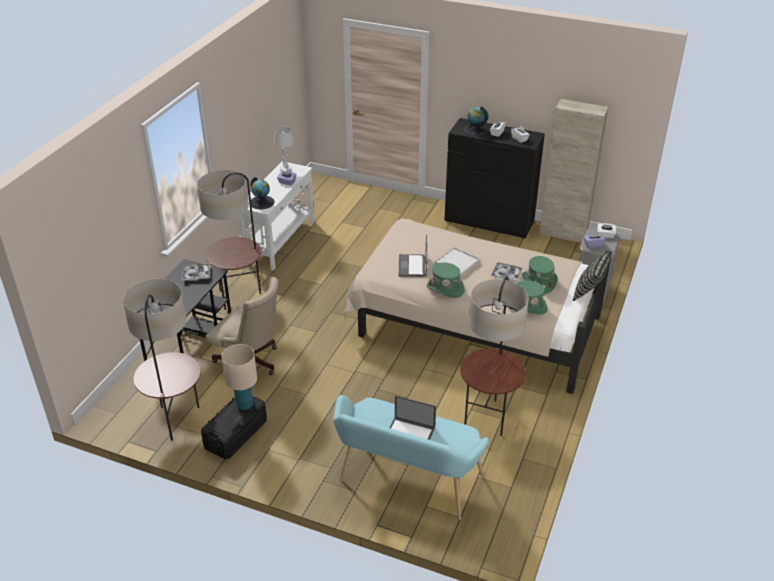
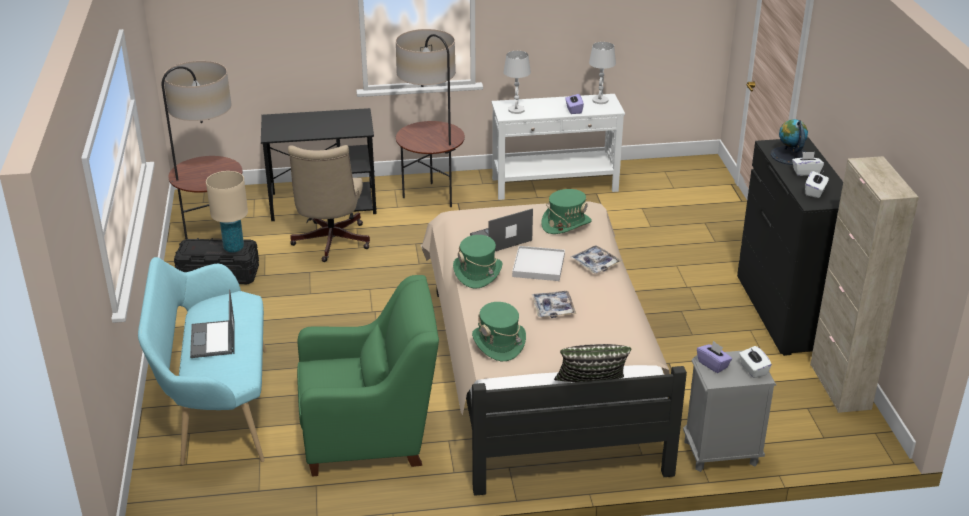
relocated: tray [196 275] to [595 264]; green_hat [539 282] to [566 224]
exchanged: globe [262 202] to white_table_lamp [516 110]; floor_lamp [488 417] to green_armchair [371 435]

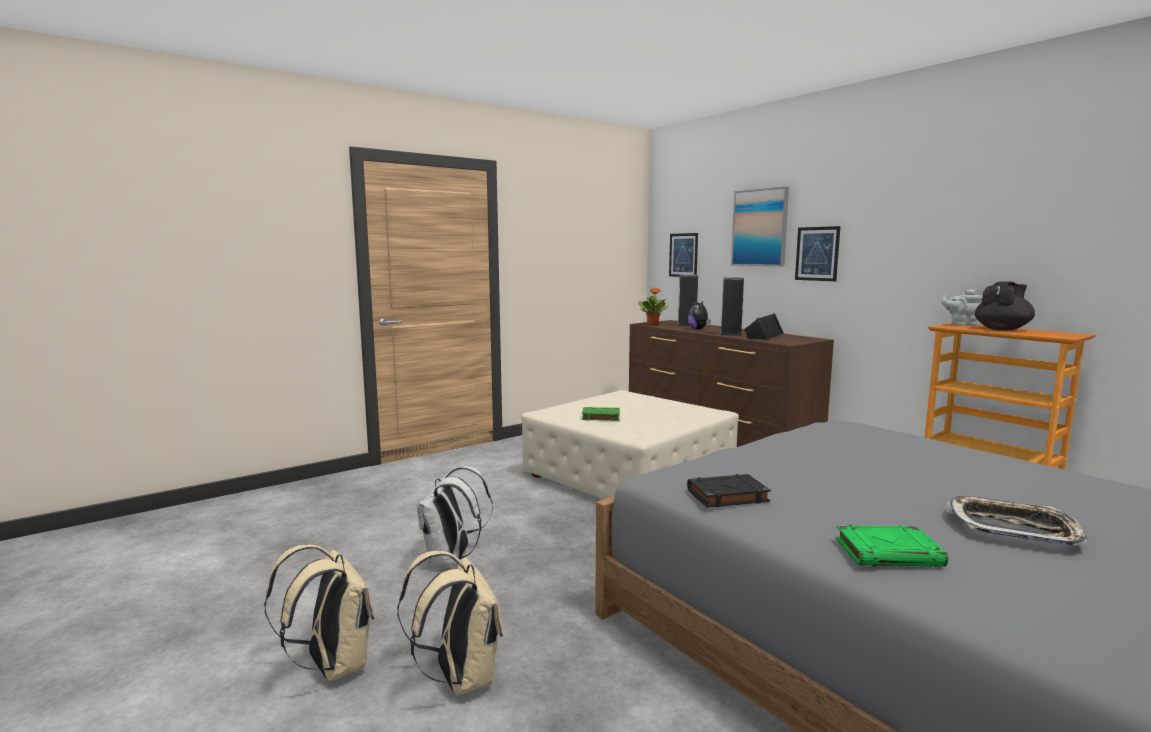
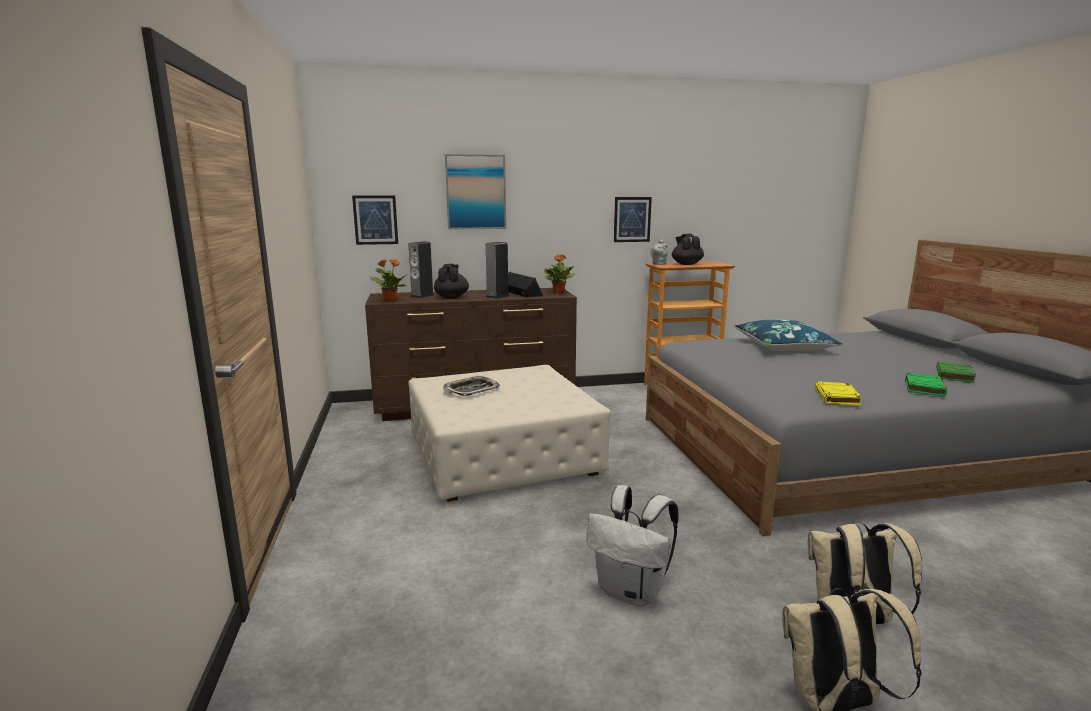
appeared: potted_plant [559 292]; blue_pillow [784 346]
relocated: green_book [600 417] to [954 375]; picture [817 253] to [632 219]; tray [1013 528] to [471 390]
exchanged: plush_toy [698 329] to black_teapot [451 297]
colour: black_book [726 496] to yellow_book [837 397]

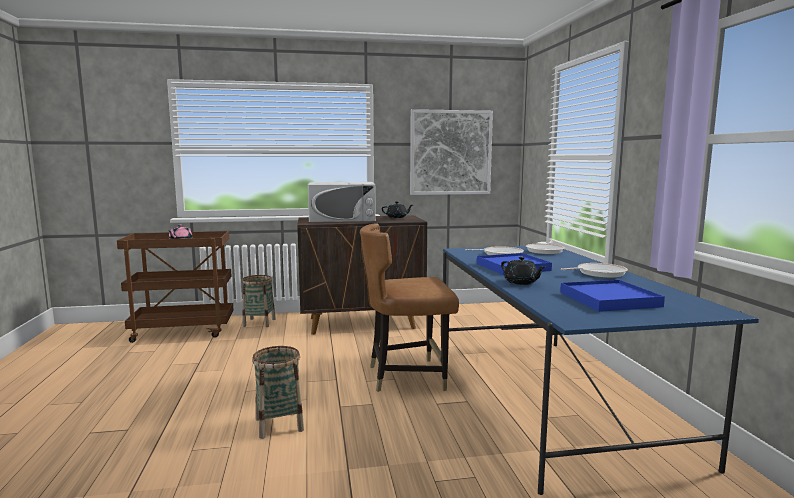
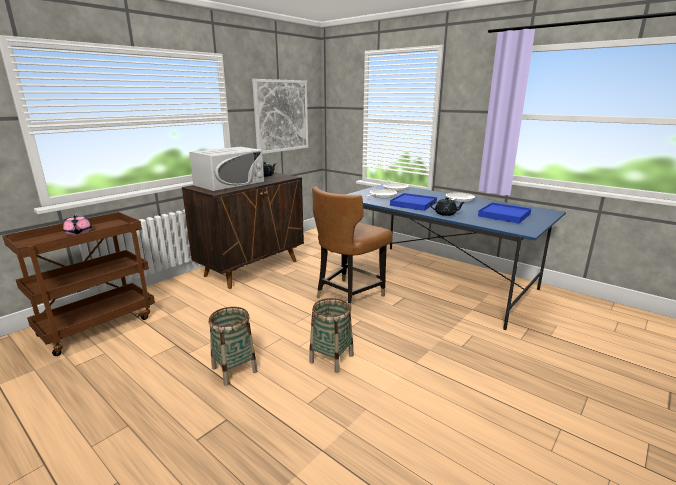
relocated: basket [259 323] to [234 369]

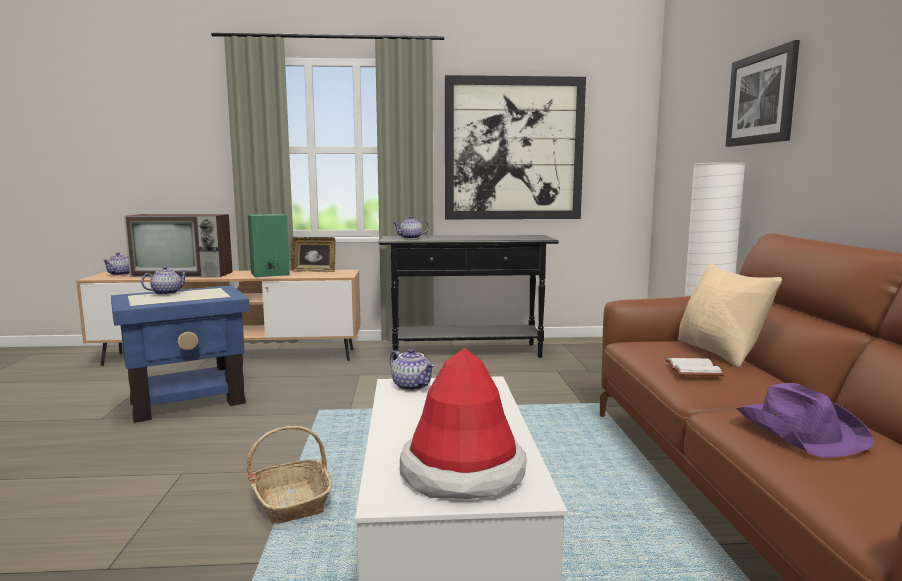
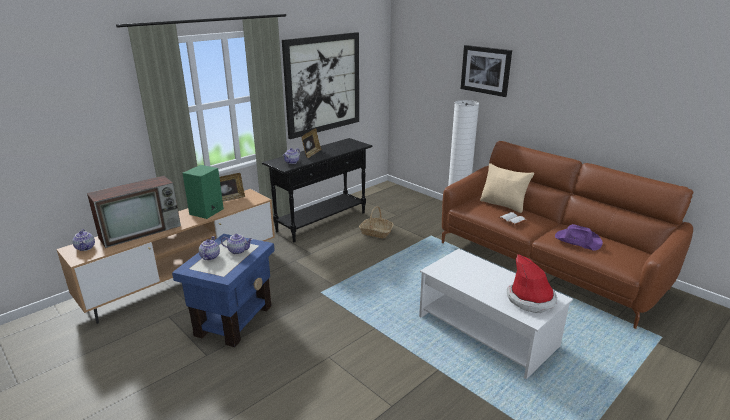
appeared: picture_frame [311 154]
relocated: basket [291 502] to [376 232]; teapot [412 386] to [238 250]

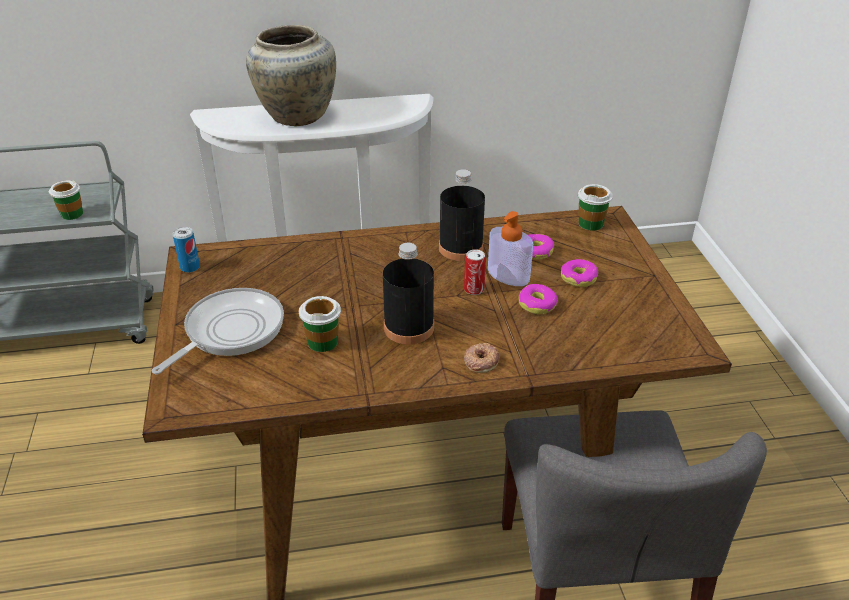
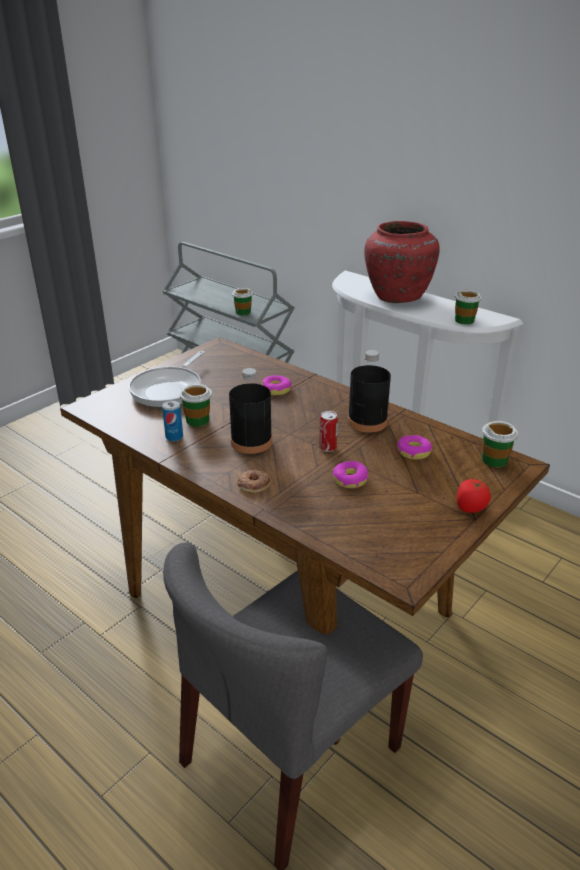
missing: soap_dispenser [508 275]
appeared: cup [464 320]; tomato [470 507]
relocated: can [190 267] to [174 437]; donut [578 278] to [276 389]
colour: beige_vase [296 115] to red_vase [397 296]
spun: frying_pan [230 331] = [169 389] 120 degrees clockwise

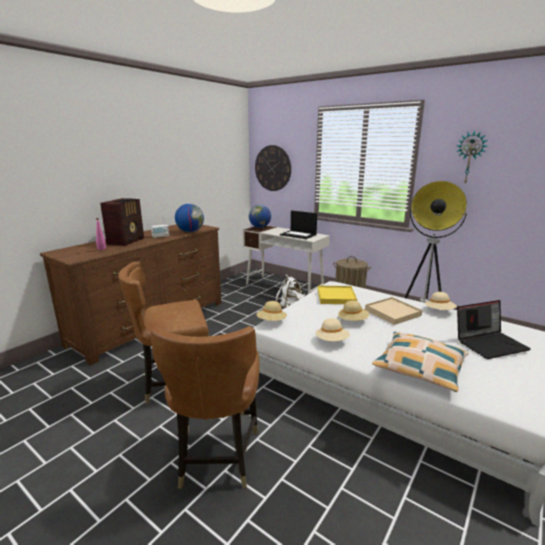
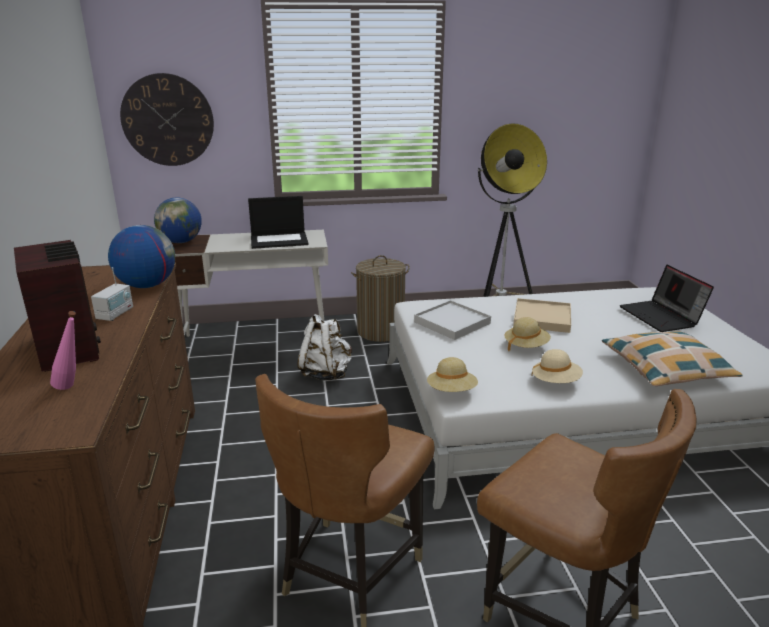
missing: beige_hat [439 311]; wall_clock [470 157]
colour: yellow_tray [336 297] to white_tray [452 323]
spun: laptop [489 343] = [662 317] 135 degrees clockwise

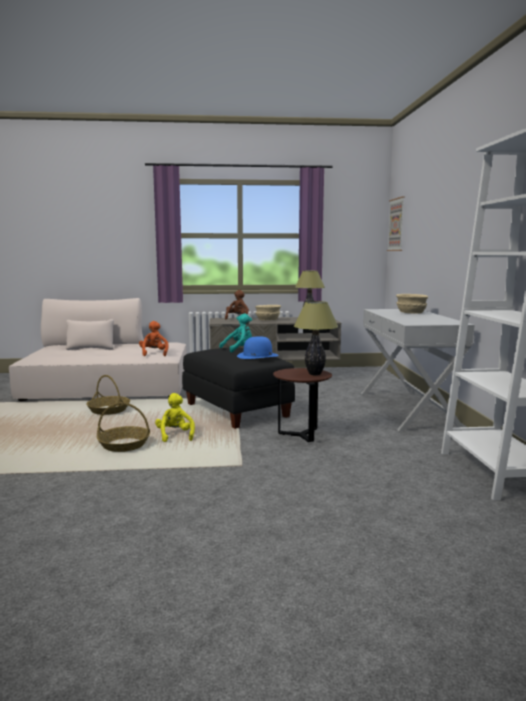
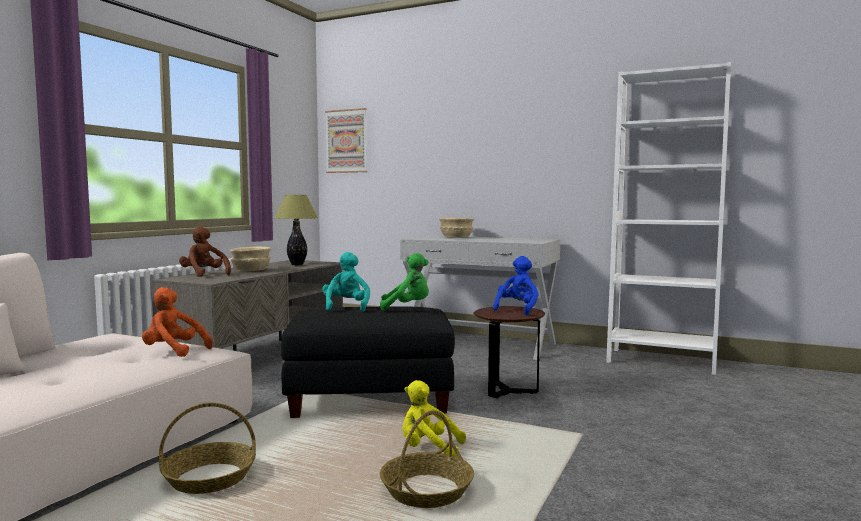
exchanged: blue_hat [257 355] to green_plush_toy [407 307]; table_lamp [315 374] to blue_plush_toy [517 309]

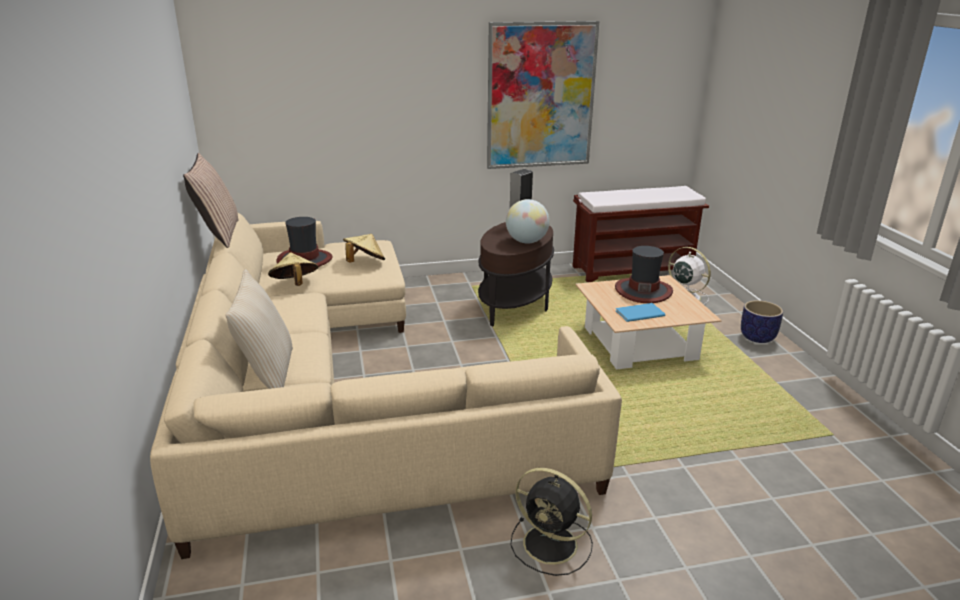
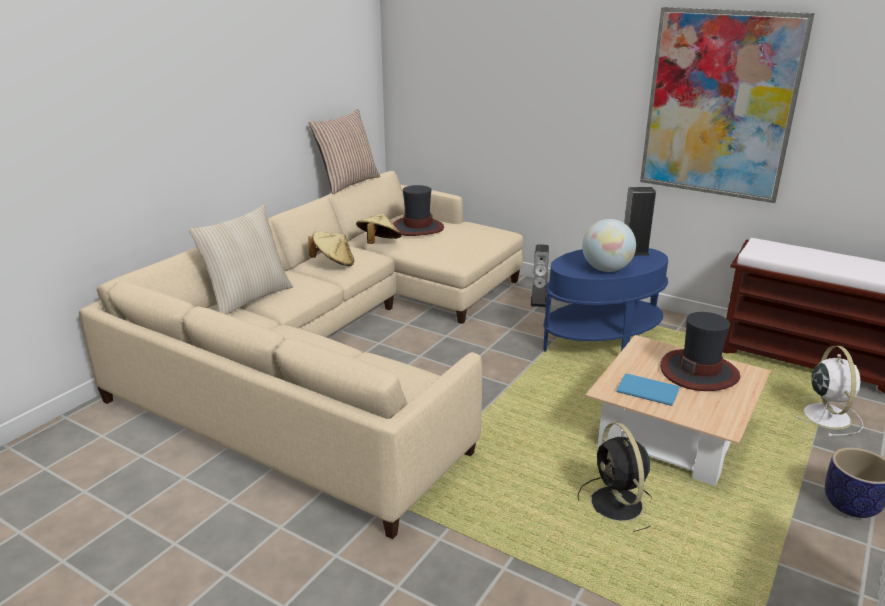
appeared: speaker [538 301]
relocated: beige_hat [364 263] to [334 263]; black_fan [552 545] to [617 506]
colour: brown_side_table [515 305] to blue_side_table [601 342]

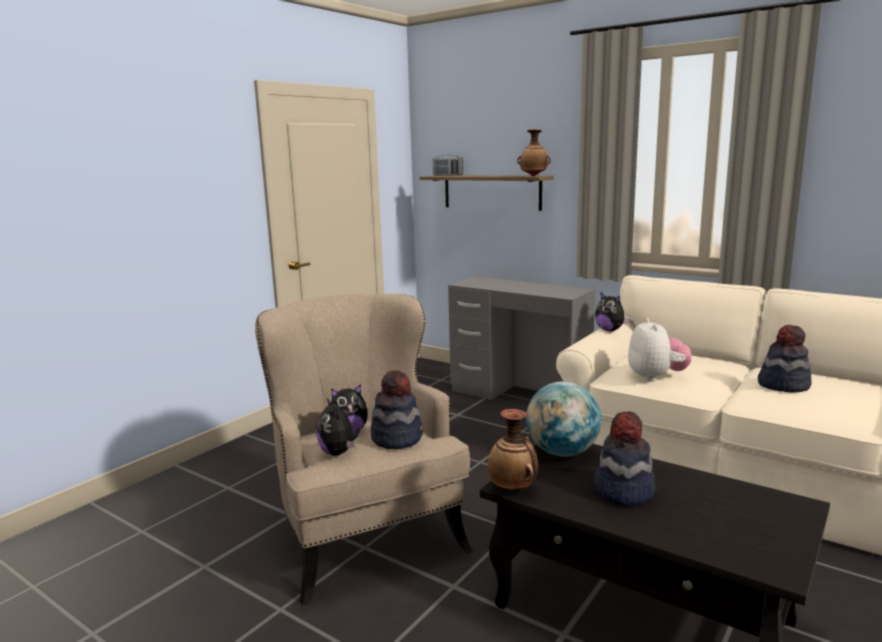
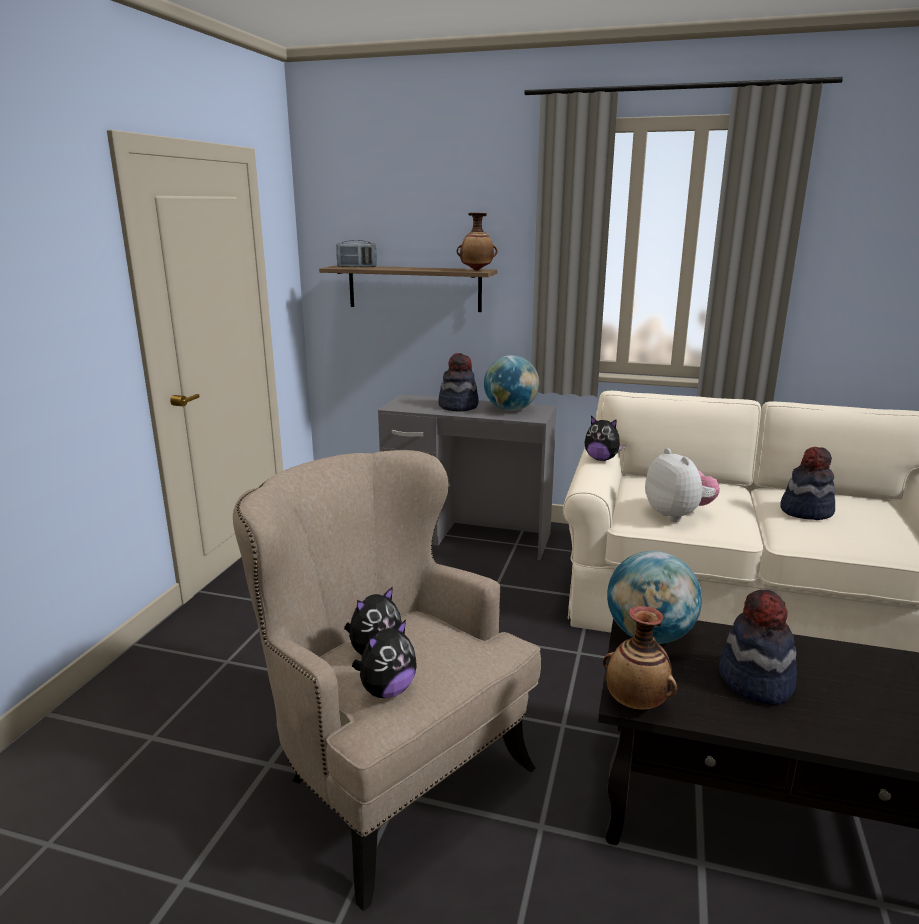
appeared: globe [510 410]
relocated: hat [397 438] to [458 406]
spun: plush_toy [338 452] = [387 690] 90 degrees counterclockwise

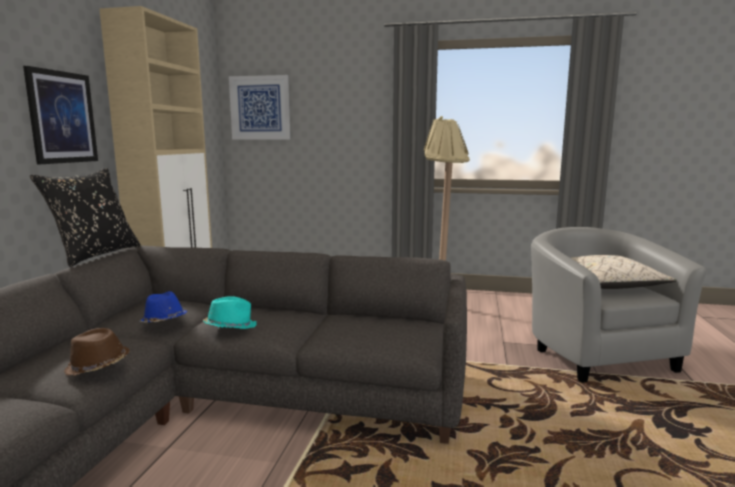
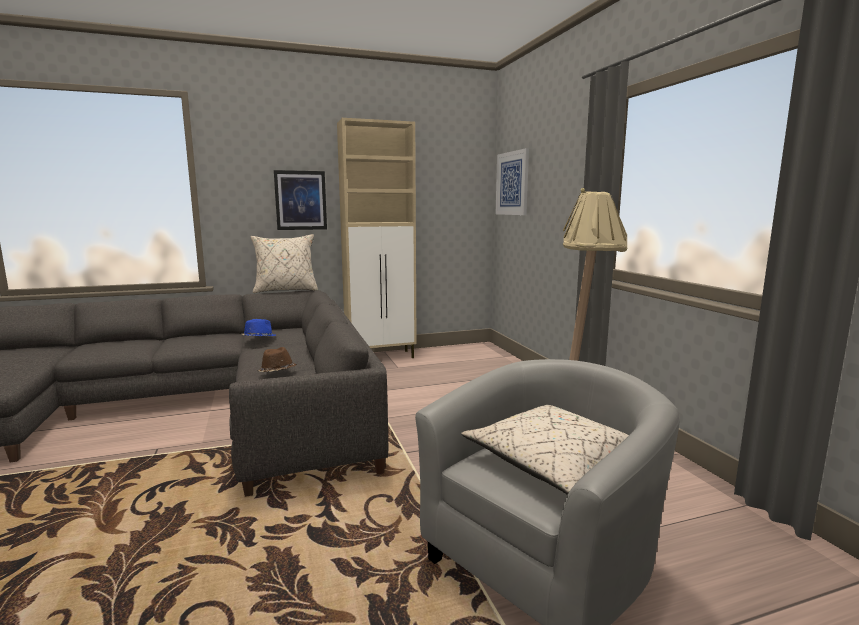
missing: turquoise_hat [230 327]
relocated: brown_hat [97 366] to [277 372]
colour: black_pillow [95 255] to beige_pillow [286 290]

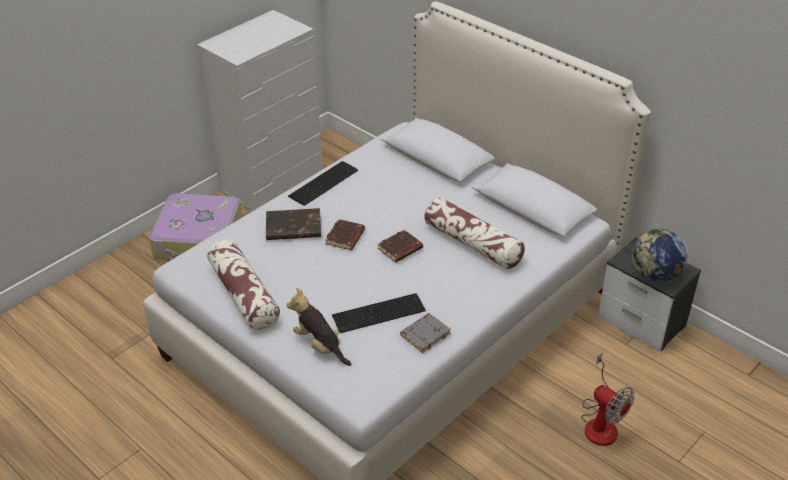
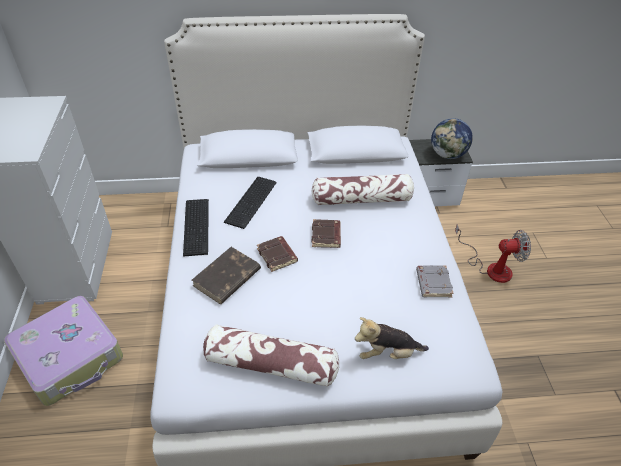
relocated: keyboard [380 314] to [252 201]

